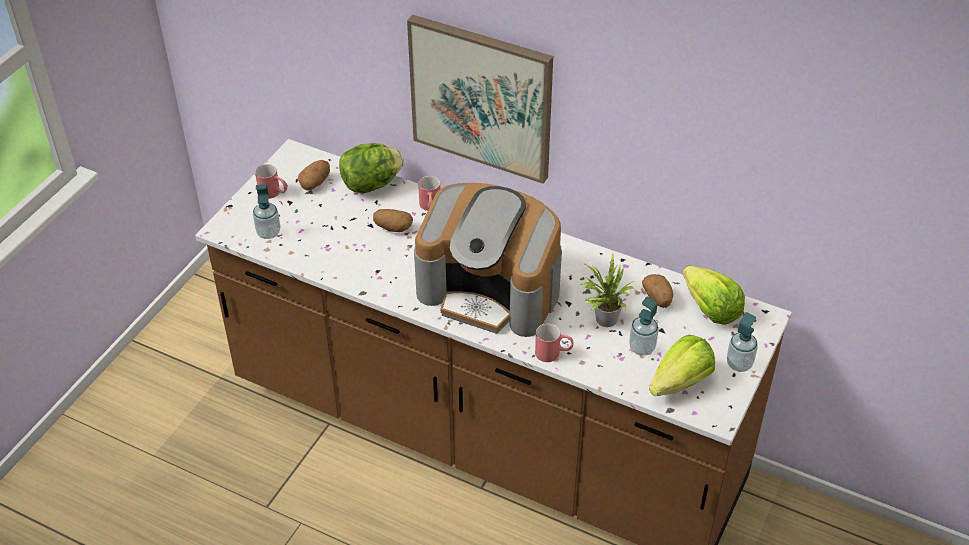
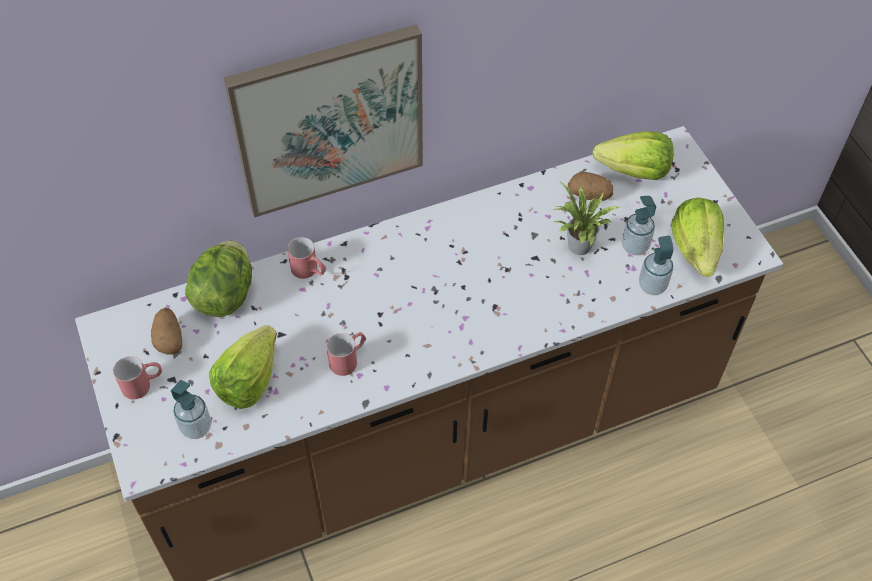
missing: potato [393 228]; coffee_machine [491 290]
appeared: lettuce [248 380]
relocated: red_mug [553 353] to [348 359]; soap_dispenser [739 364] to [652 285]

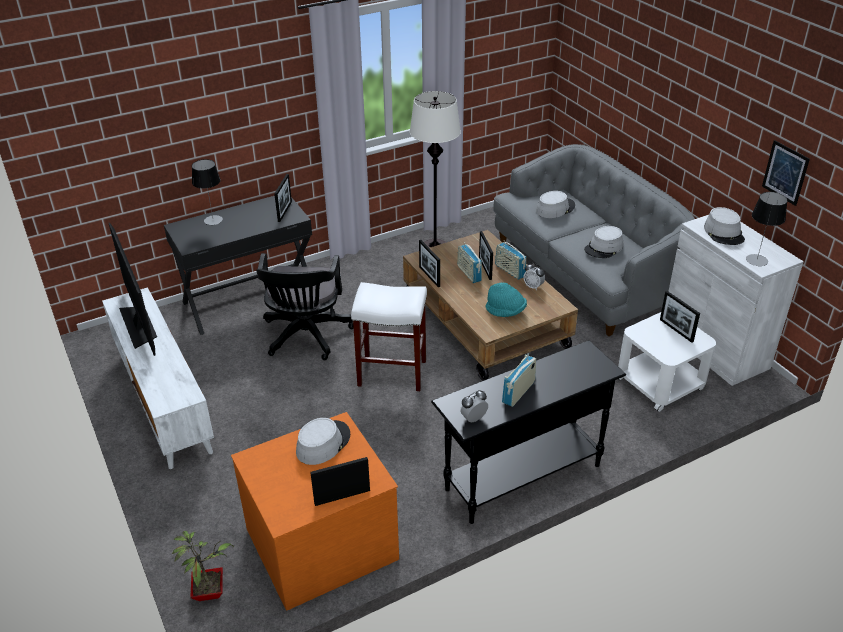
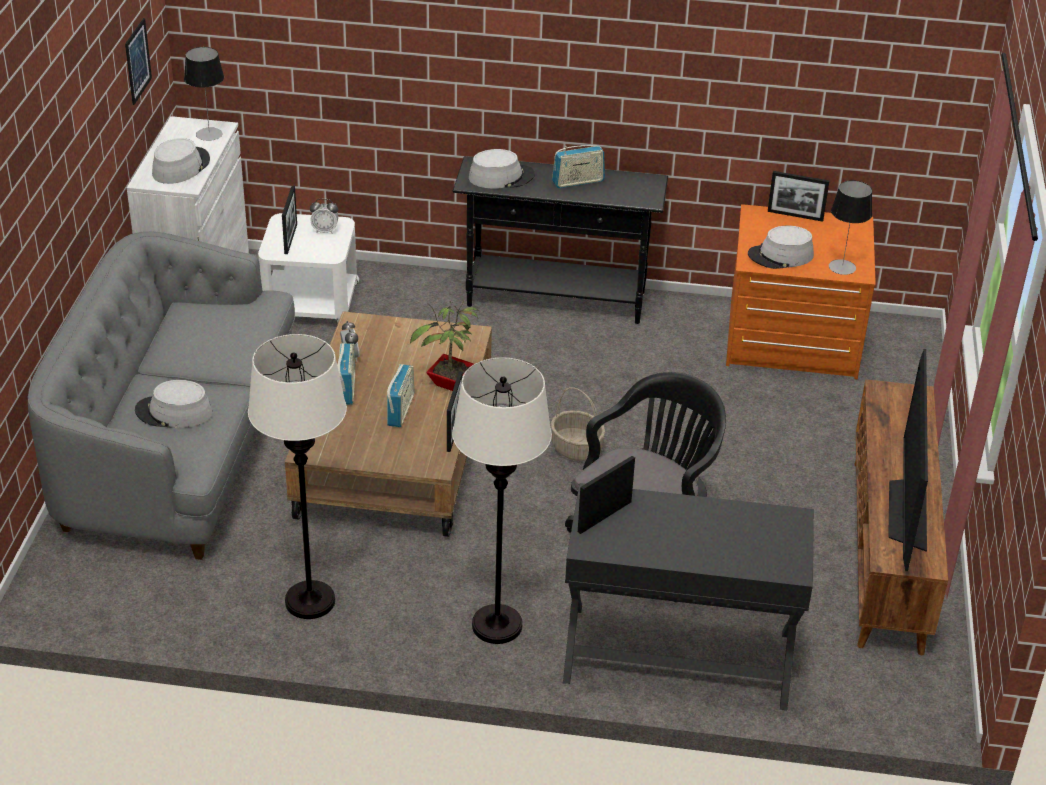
missing: picture_frame [485 268]; turquoise_hat [505 311]
appeared: white_floor_lamp [497 625]
relocated: potted_plant [209 590] to [449 384]; table_lamp [213 220] to [842 267]; alarm_clock [473 419] to [325 231]; grey_hat [604 248] to [501 177]
exchanged: white_stool [393 372] to basket [576 449]
colour: white_tv_stand [163 401] to brown_tv_stand [888 554]

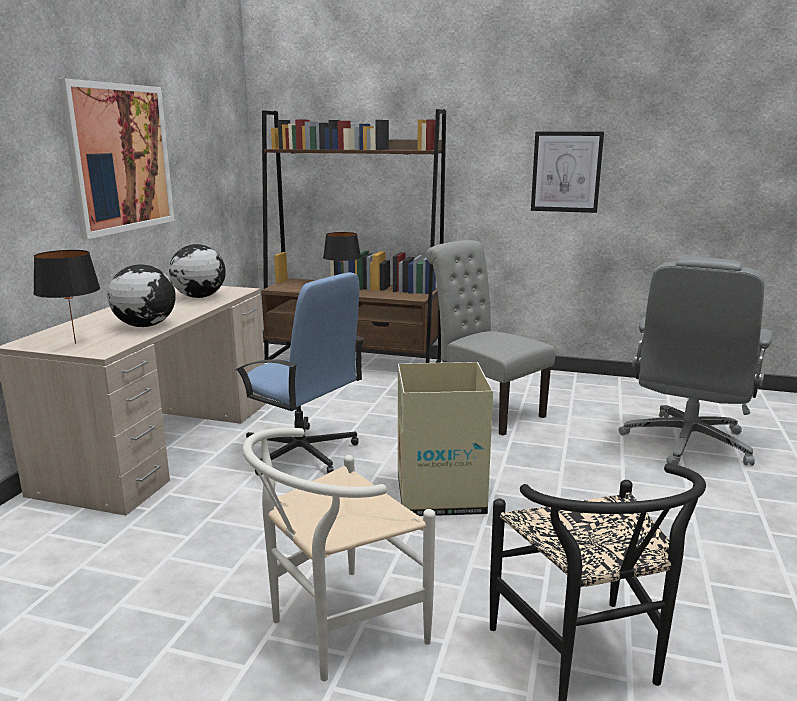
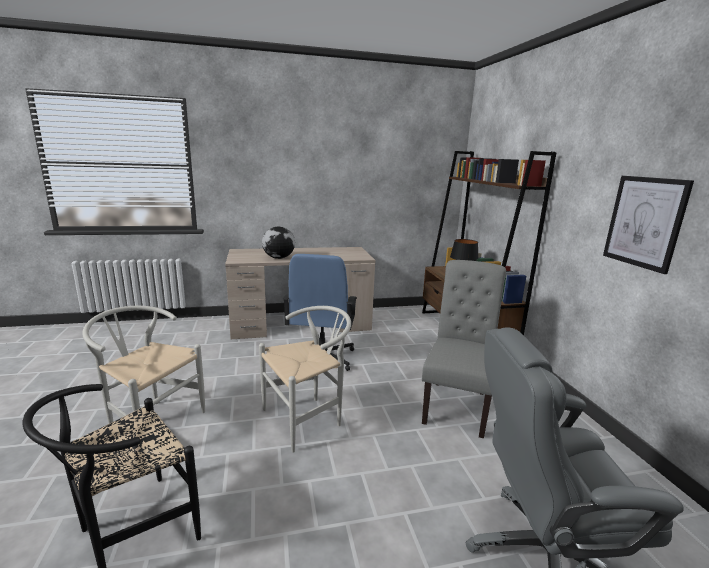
missing: black_table_lamp [76 343]; picture [120 158]; globe [199 297]
exchanged: cardboard_box [440 494] to white_chair [308 418]

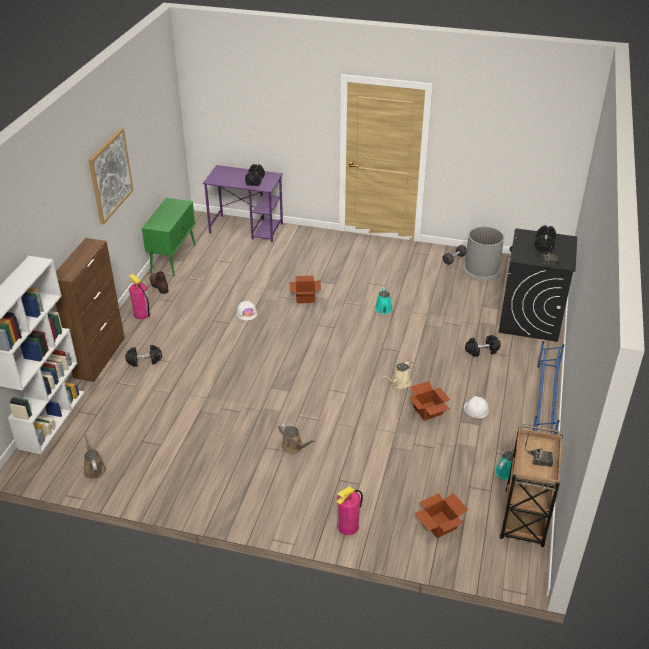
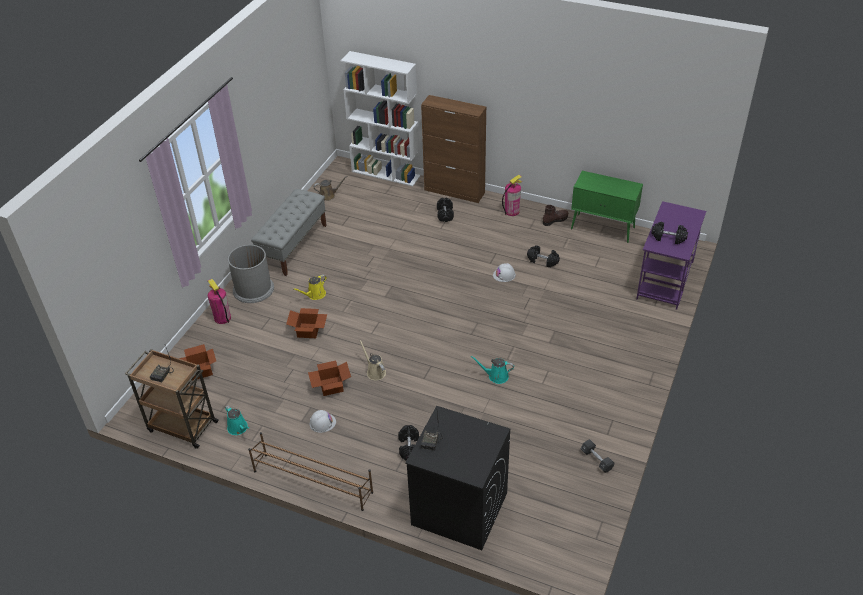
missing: picture [110 175]
appeared: grey_bench [293 246]
relocated: cardboard_box [305 297] to [309 331]; grey_trash_can [481 270] to [253 289]; black_dumbbell [544 244] to [543 261]
colour: brown_watering_can [294 447] to yellow_watering_can [315 295]; blue_shoe_rack [544 404] to brown_shoe_rack [312 481]

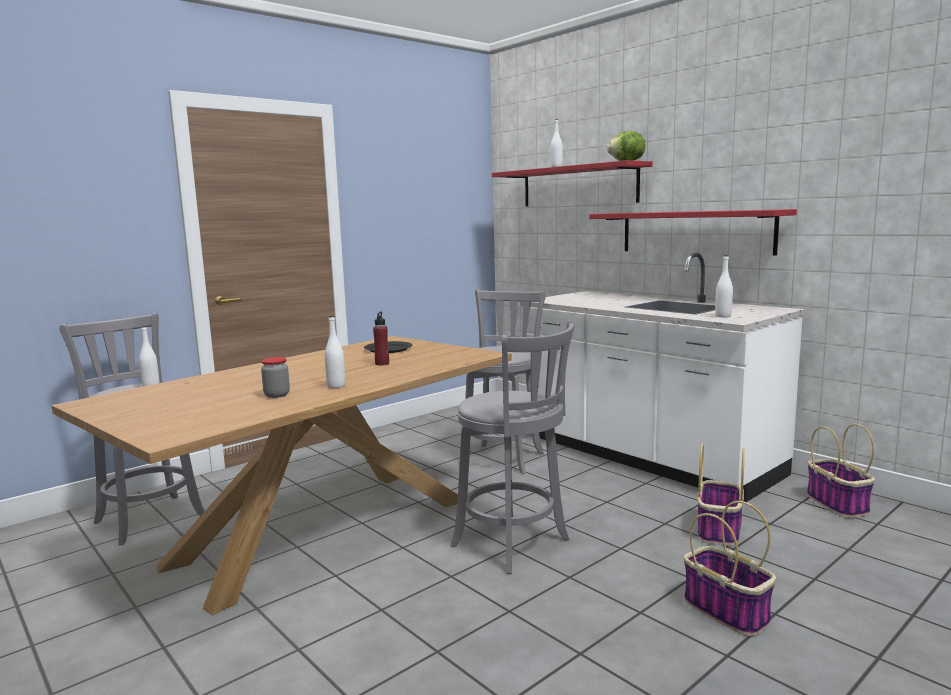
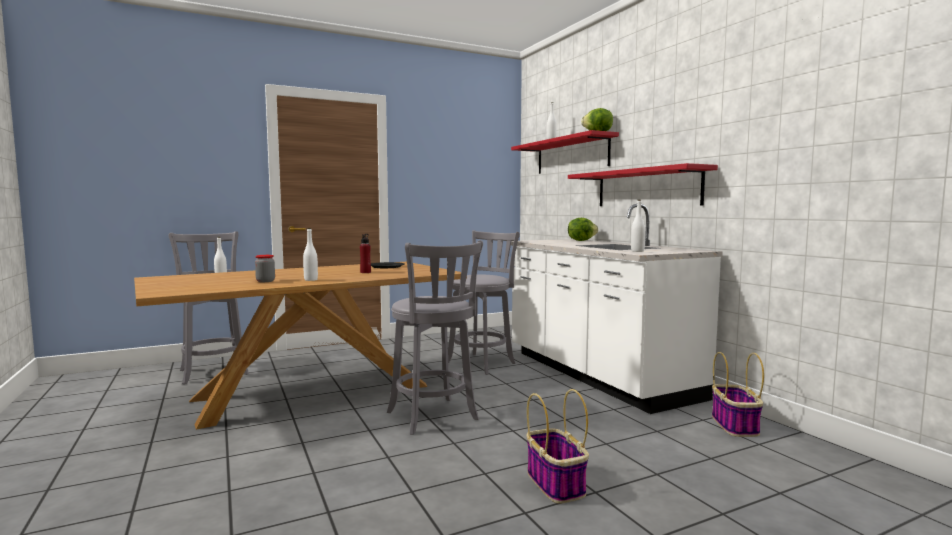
missing: basket [719 530]
appeared: lettuce [581 240]

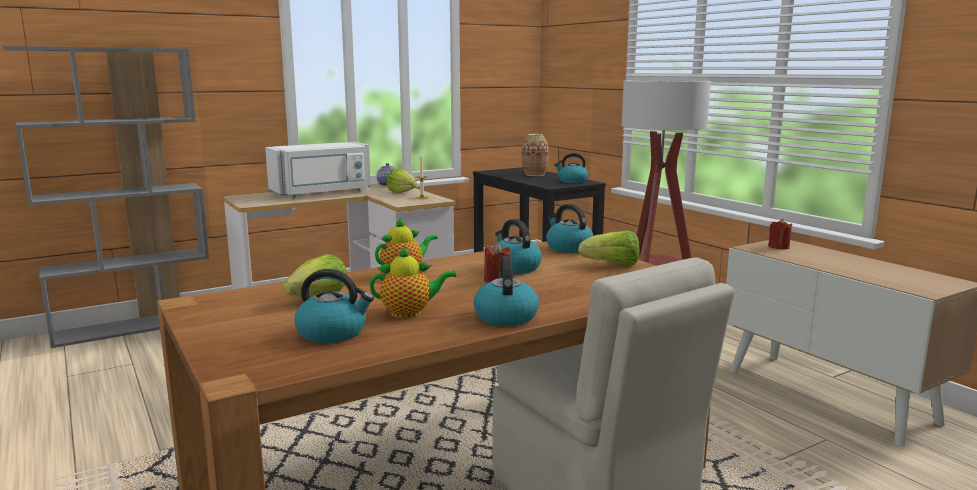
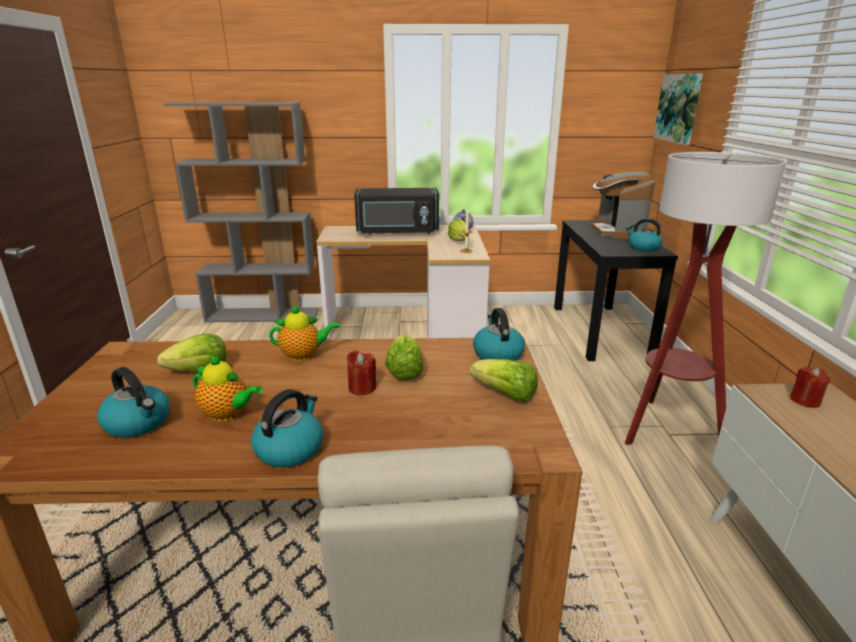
appeared: picture [679 108]
exchanged: kettle [514 268] to lettuce [404 372]; vase [535 174] to coffee_machine [617 232]
colour: white_microwave [322 193] to black_microwave [397 232]

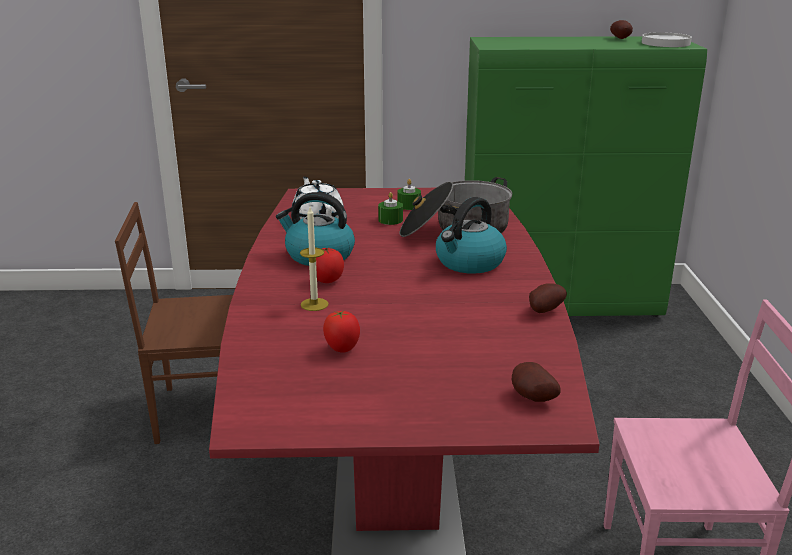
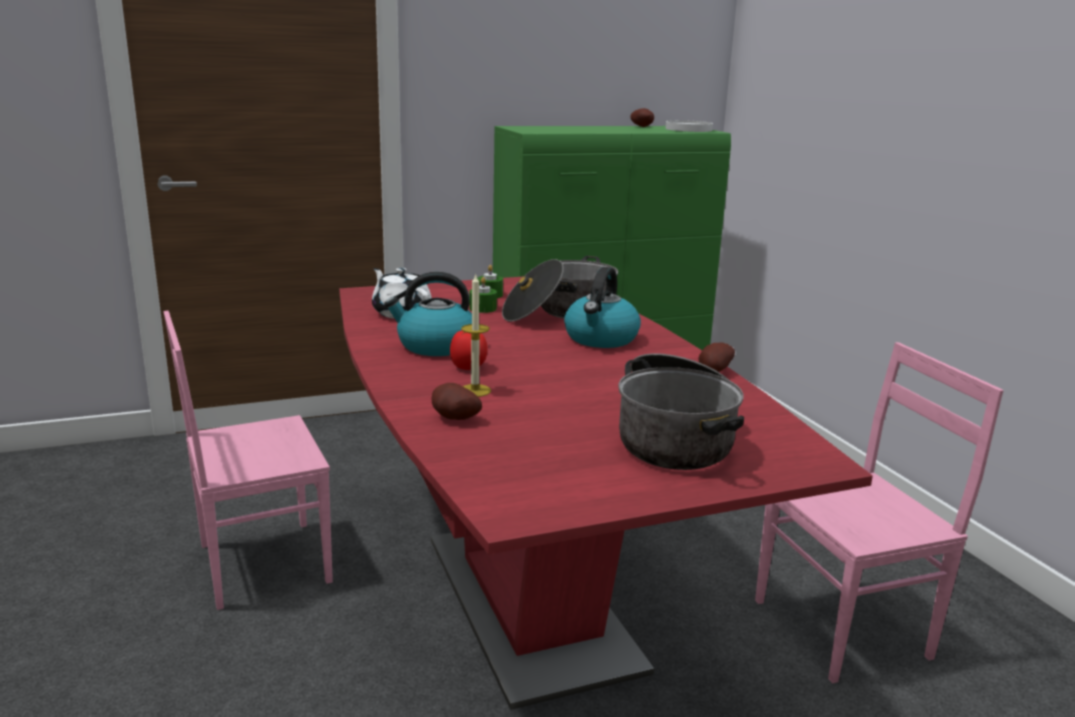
missing: tomato [342 349]
appeared: cooking_pot [677 437]
relocated: potato [531 398] to [453 419]
colour: brown_chair [203 410] to pink_chair [261 562]

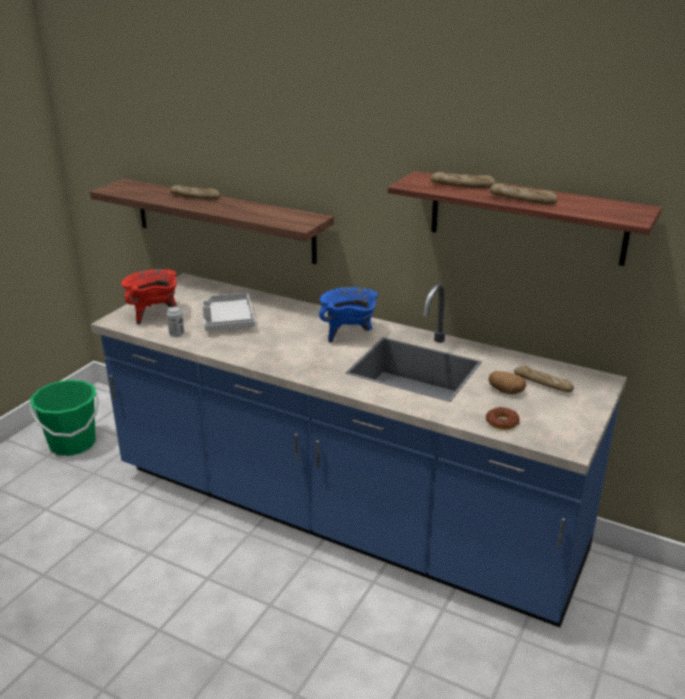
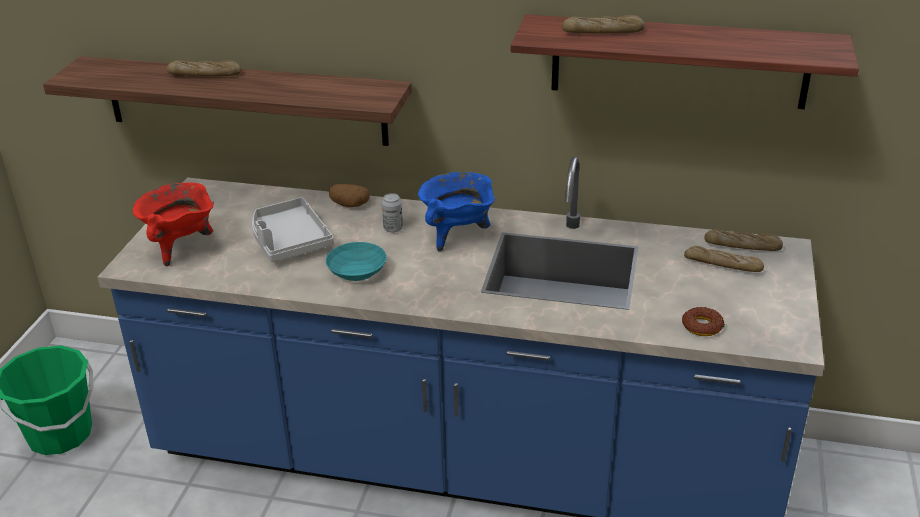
appeared: turquoise_bowl [355 271]
relocated: can [176 334] to [393 228]; potato [505 391] to [349 205]; bread [522 200] to [742 246]

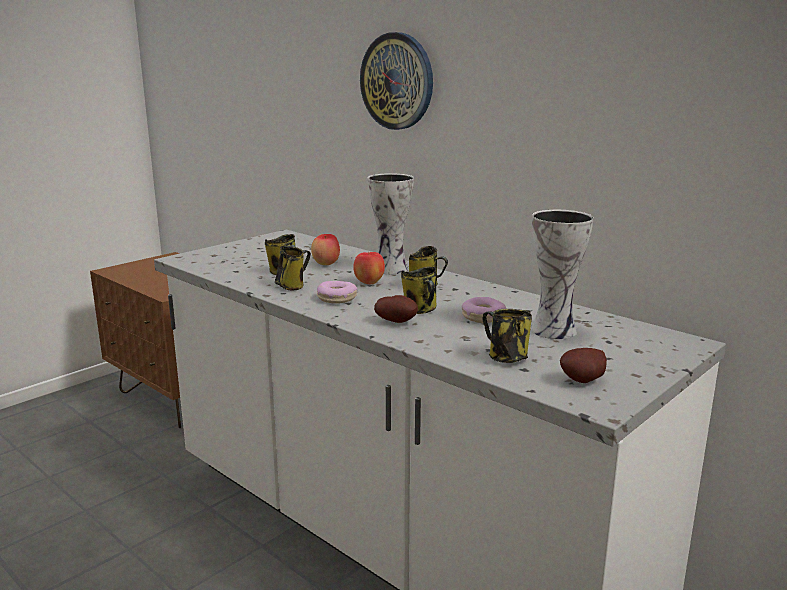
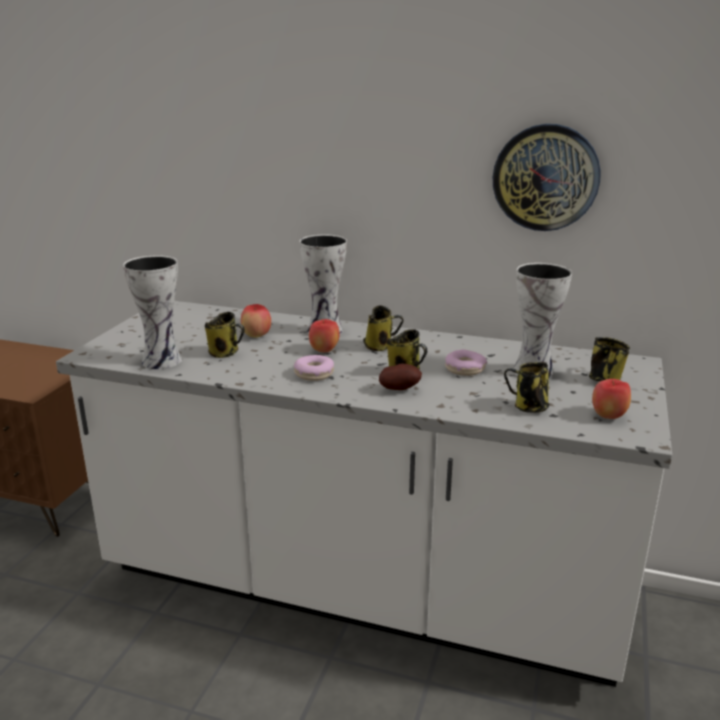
appeared: vase [163 360]
relocated: mug [292 286] to [604 379]; wall_clock [397 81] to [545 177]
exchanged: potato [584 381] to apple [608 416]

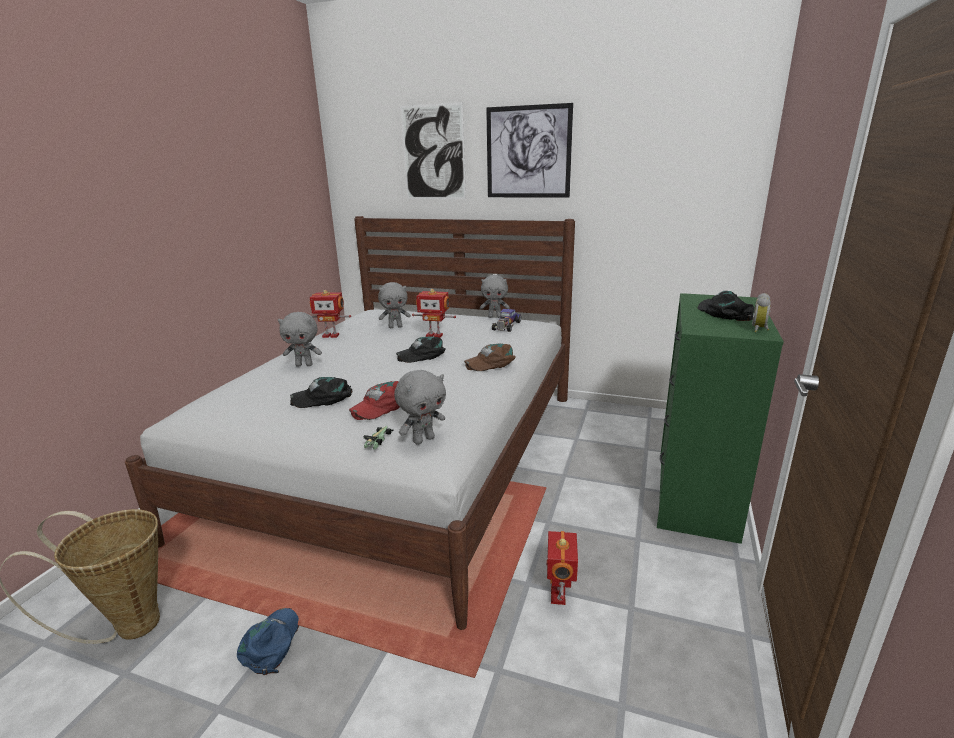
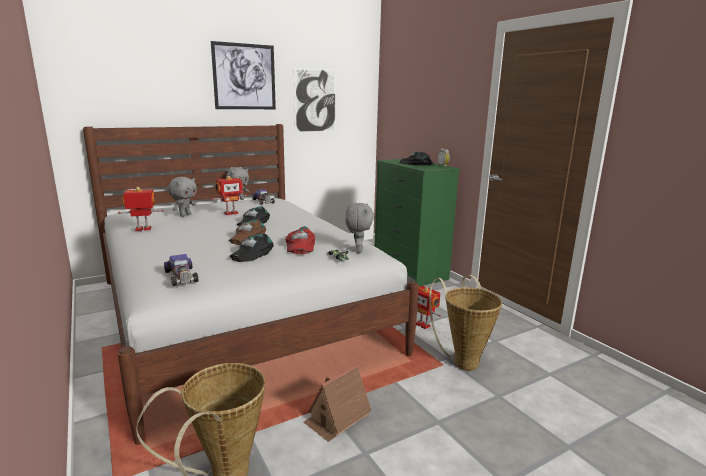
missing: grey_plush_toy [304 365]
appeared: toy_car [181 276]; basket [463 360]
relocated: picture [433 153] to [315 100]; brown_cap [490 363] to [247 237]
exchanged: blue_cap [271 643] to toy_house [337 417]
spun: toy_robot [331 335] = [143 229] 150 degrees counterclockwise

